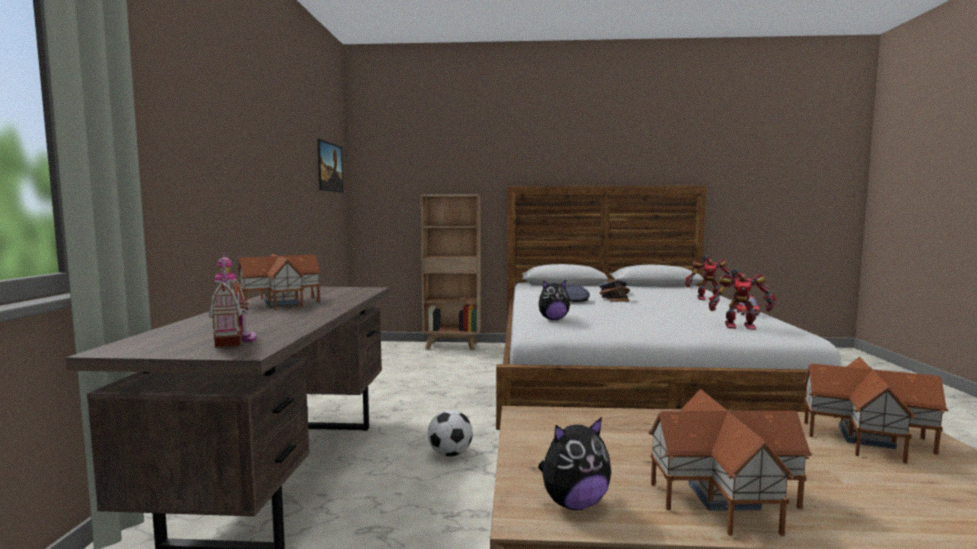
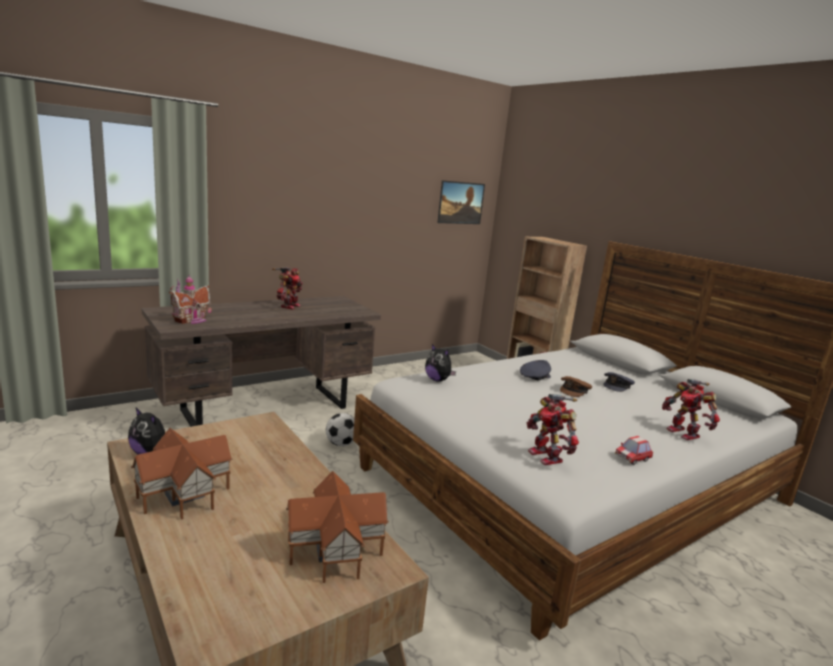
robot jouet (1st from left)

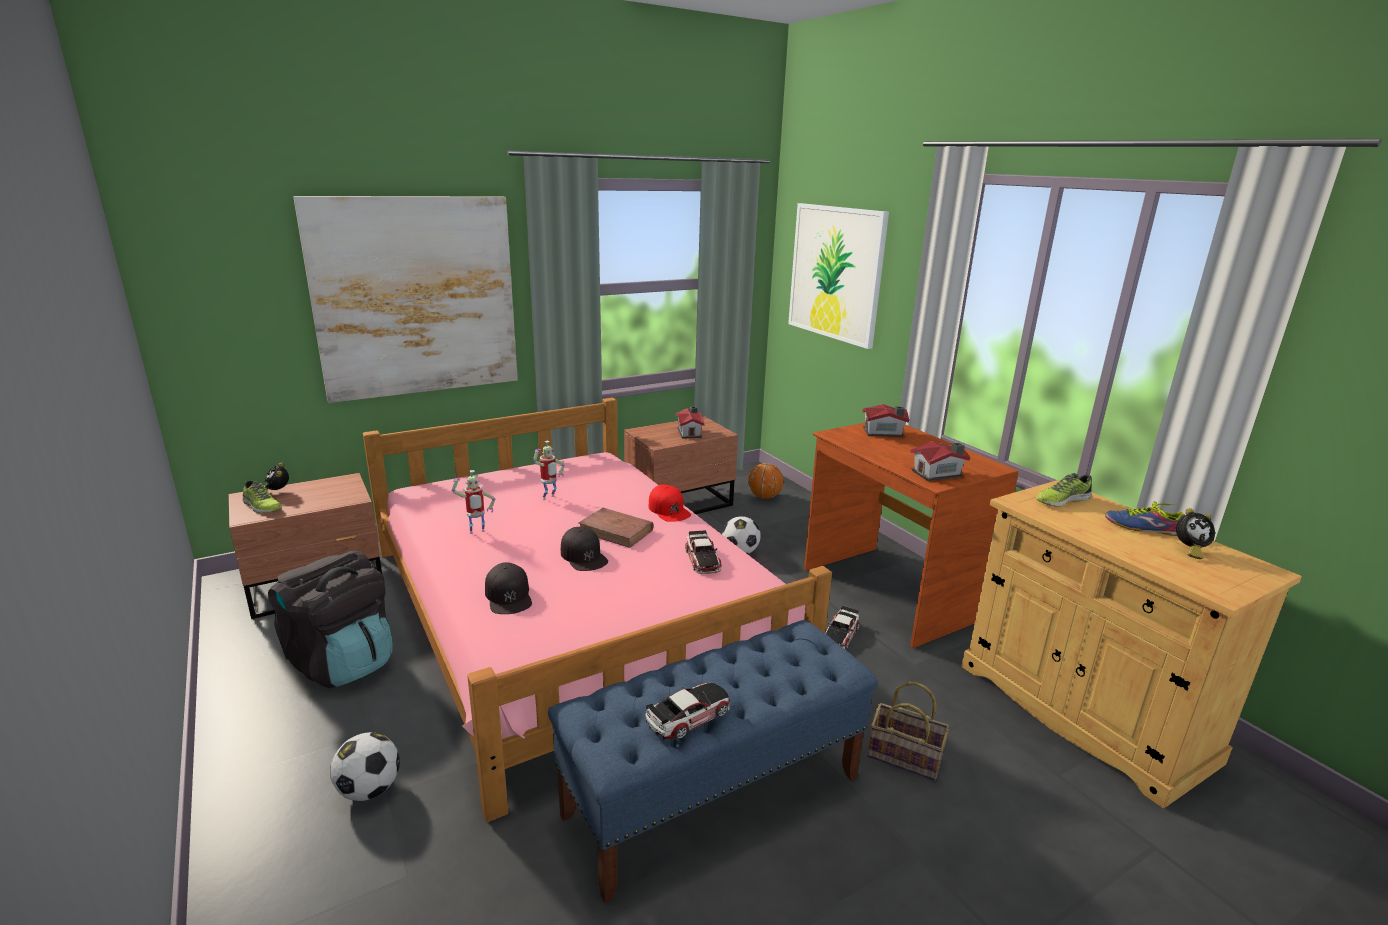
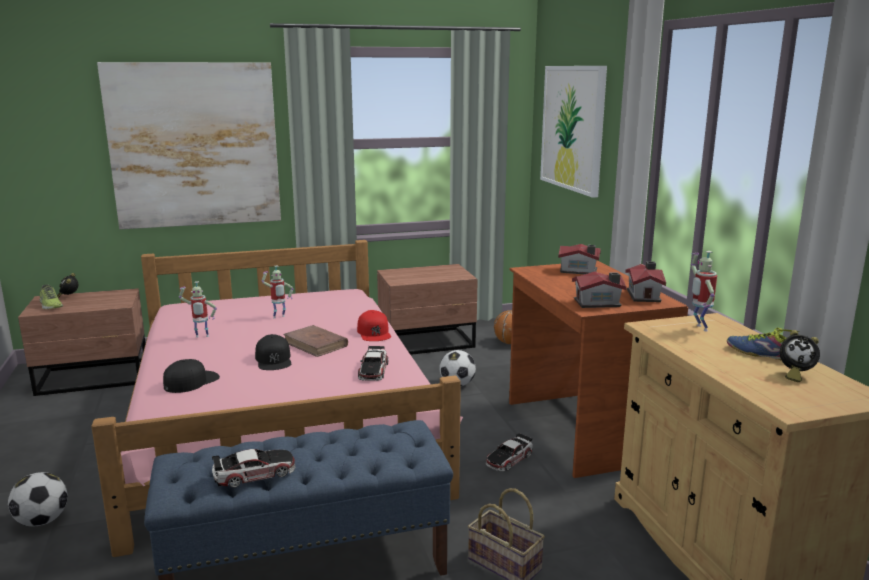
sac à dos [noir]
maison miniature (3rd from left)
robot jouet (3rd from left)
casquette [noir] (1st from left)

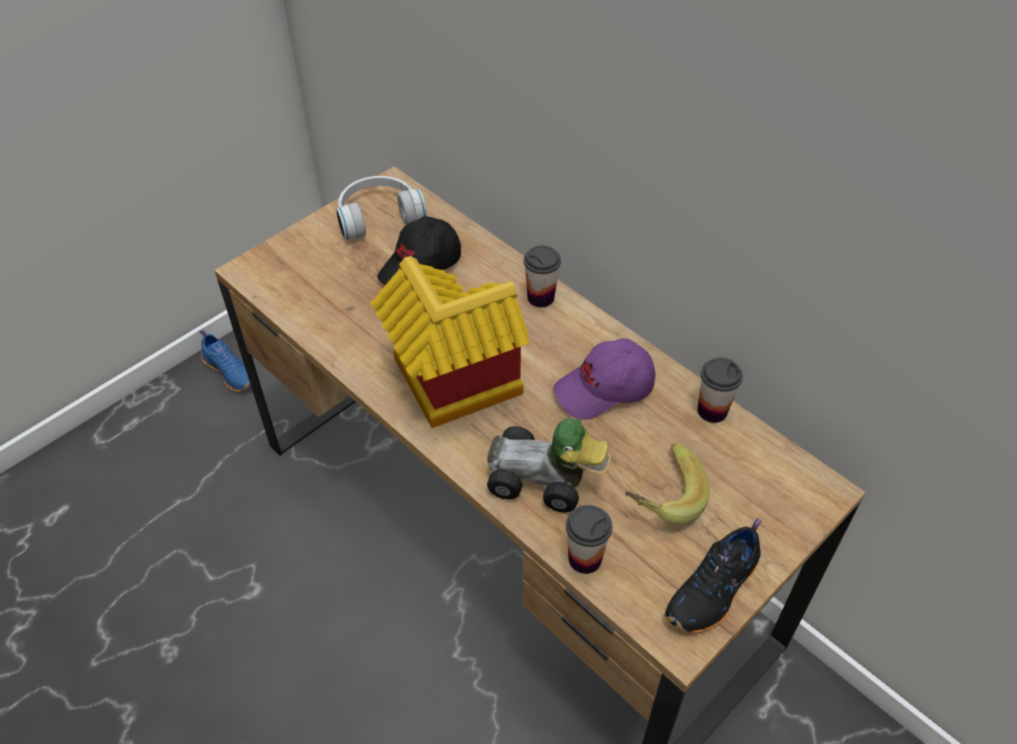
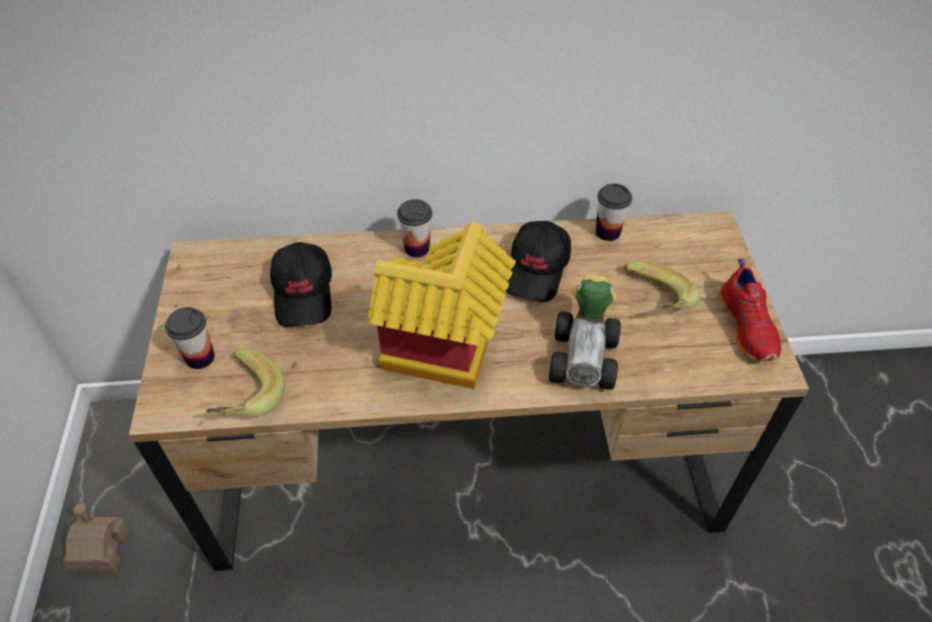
casque audio [blanc]
banane (1st from left)
tasse (1st from left)
maison miniature (1st from left)
casquette [noir] (2nd from left)
chaussure [rouge]
petite voiture

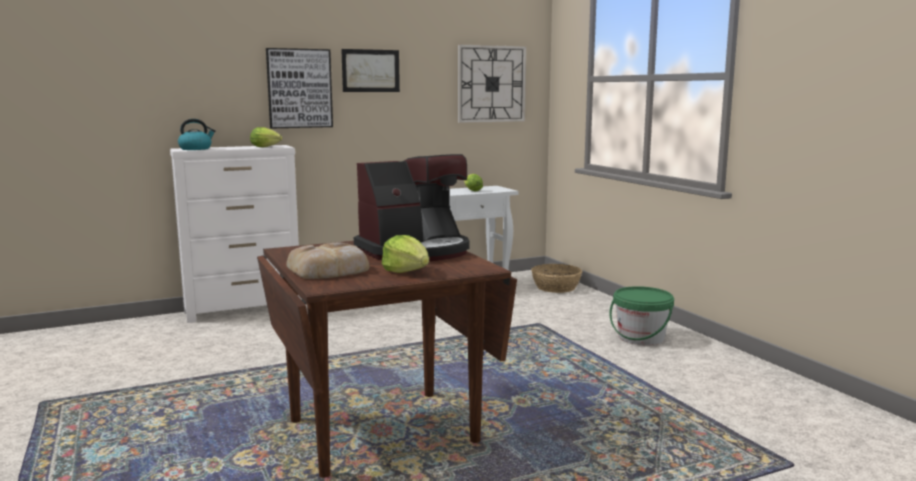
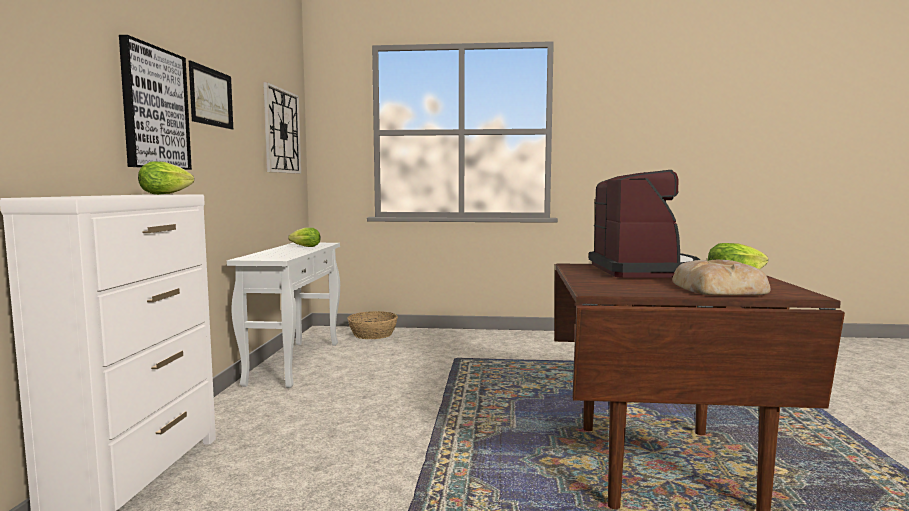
bouilloire
seau [vert]

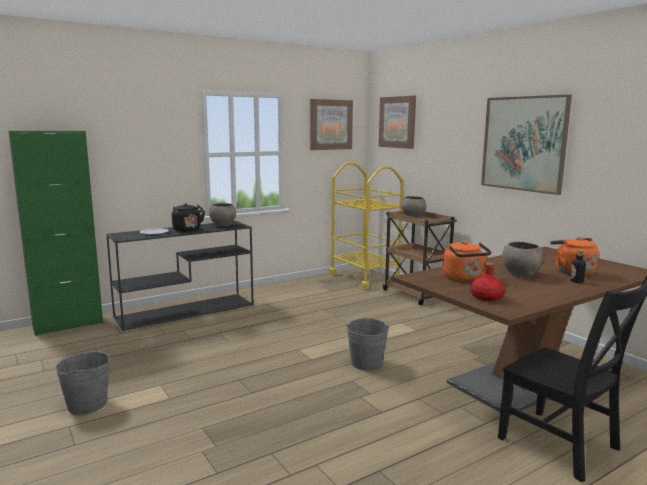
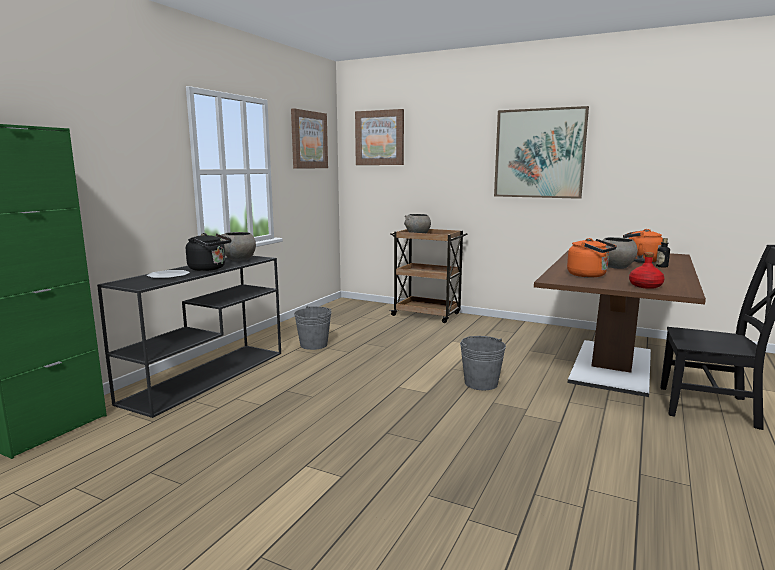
chariot [jaune]
seau [gris] (1st from left)

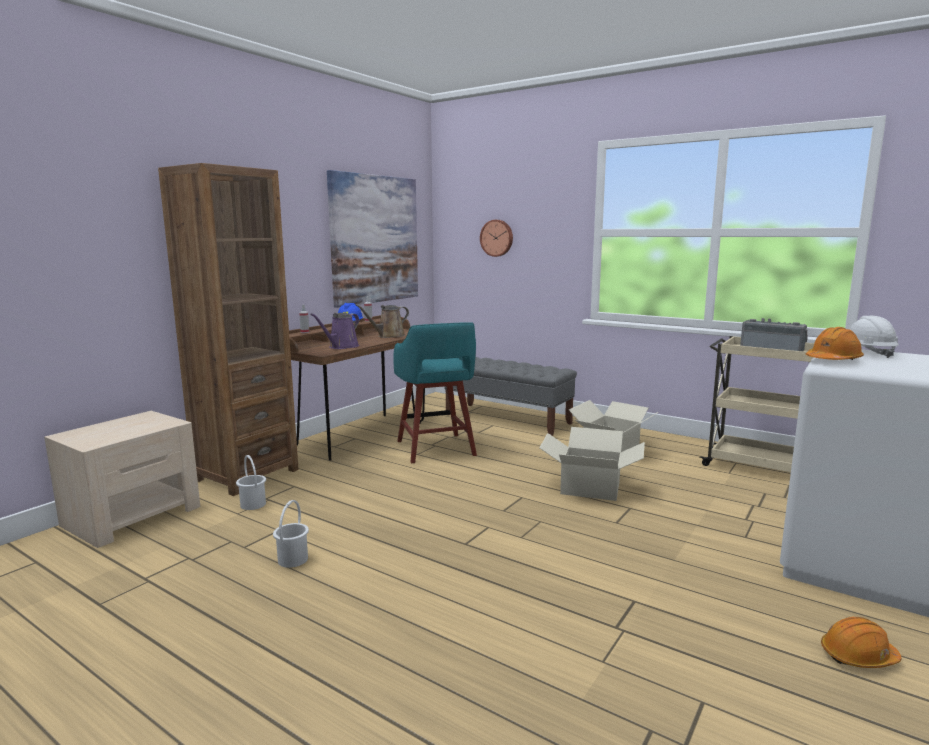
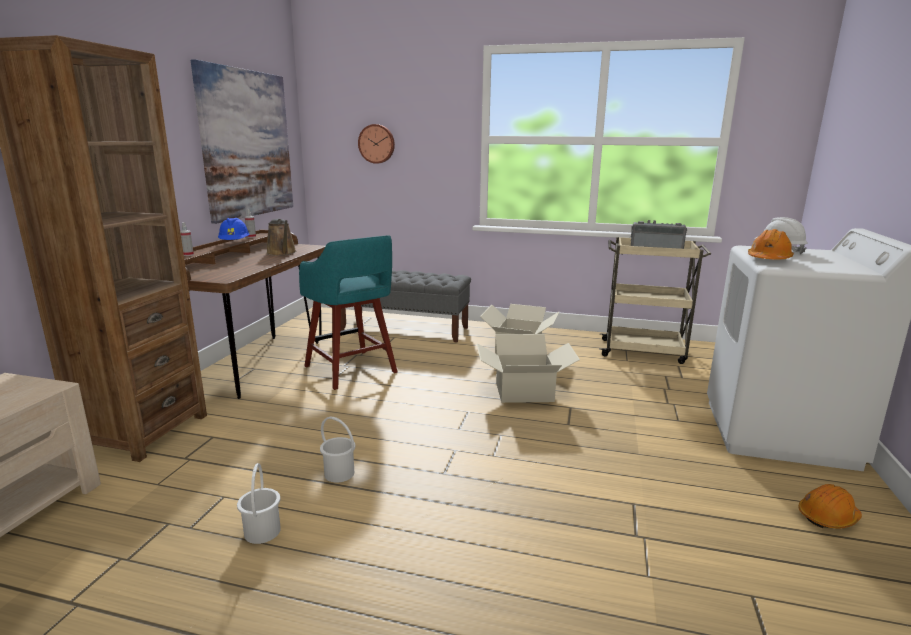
arrosoir [violet]
seau [blanc] (2nd from left)
arrosoir [marron]

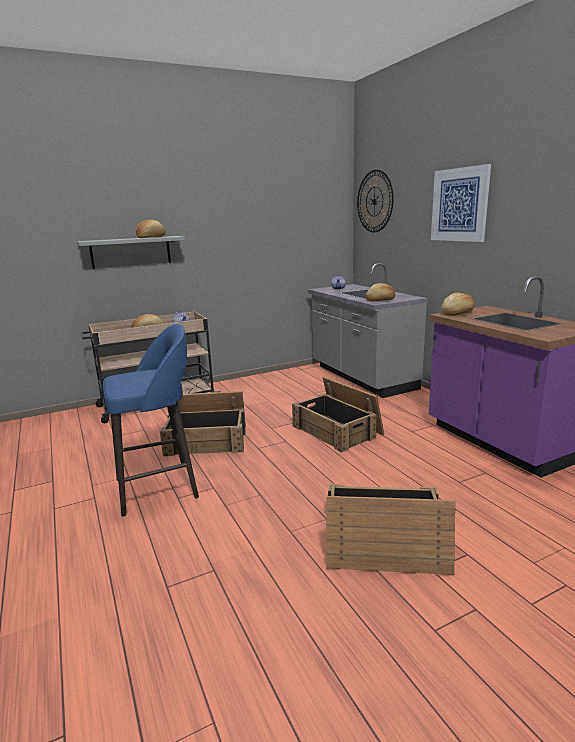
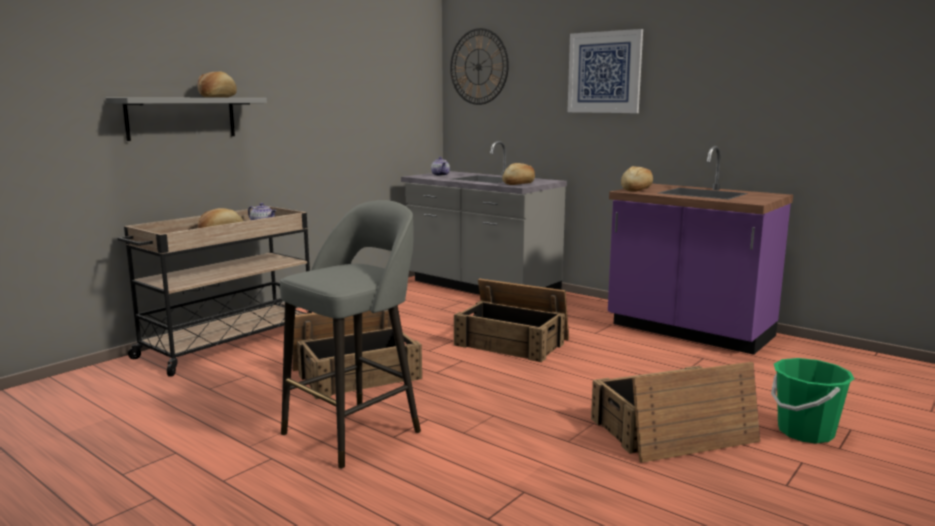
seau [vert]
tabouret [gris]

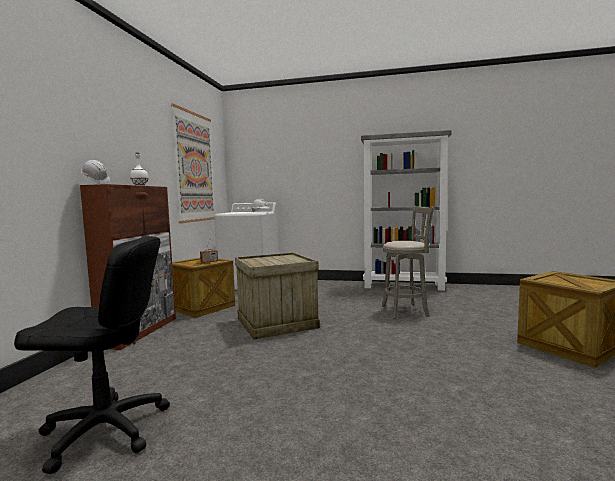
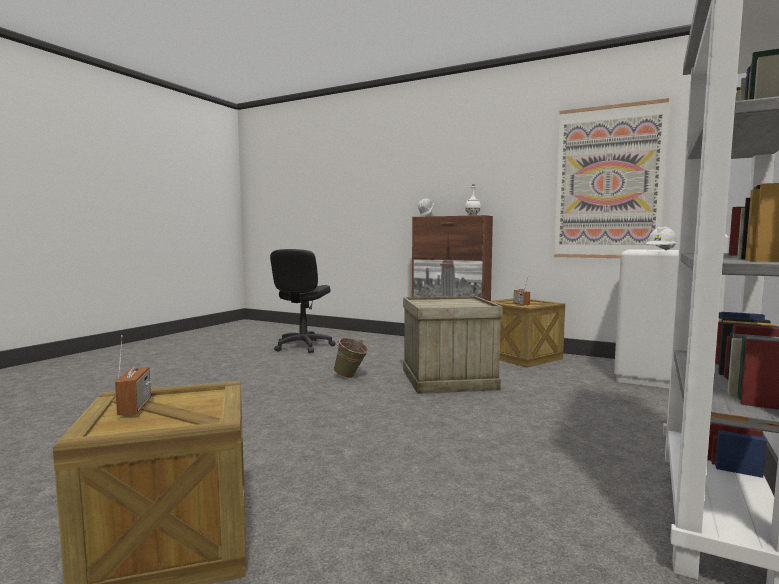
tabouret [gris]
radio (1st from left)
seau [vert]

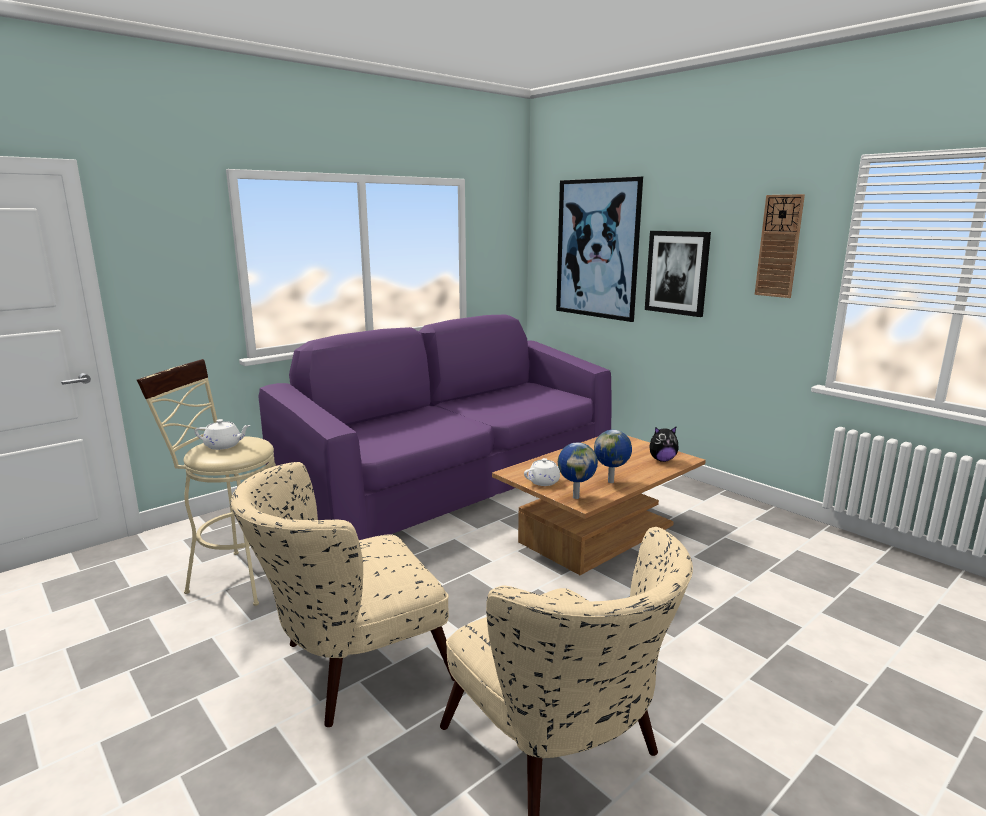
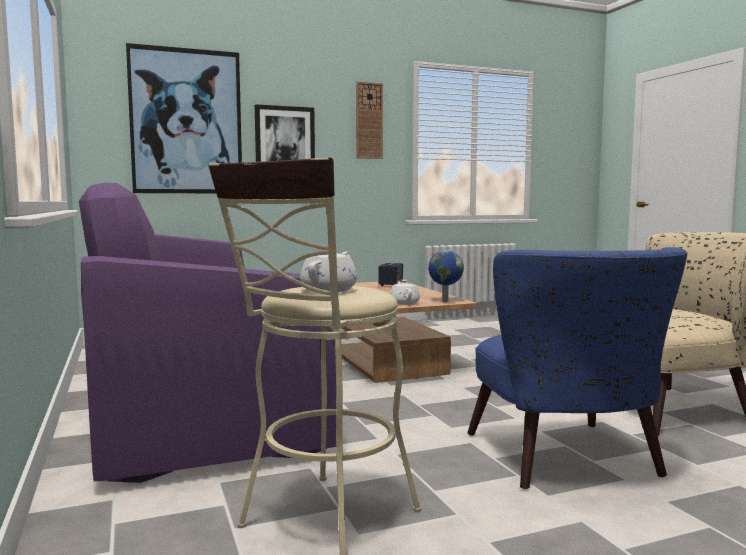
globe (2nd from left in the first image)
enceinte
fauteuil [bleu]

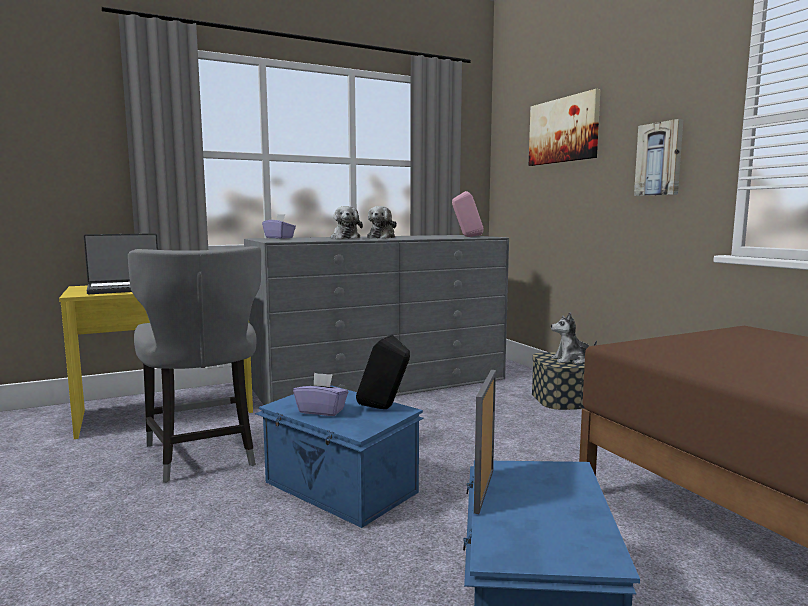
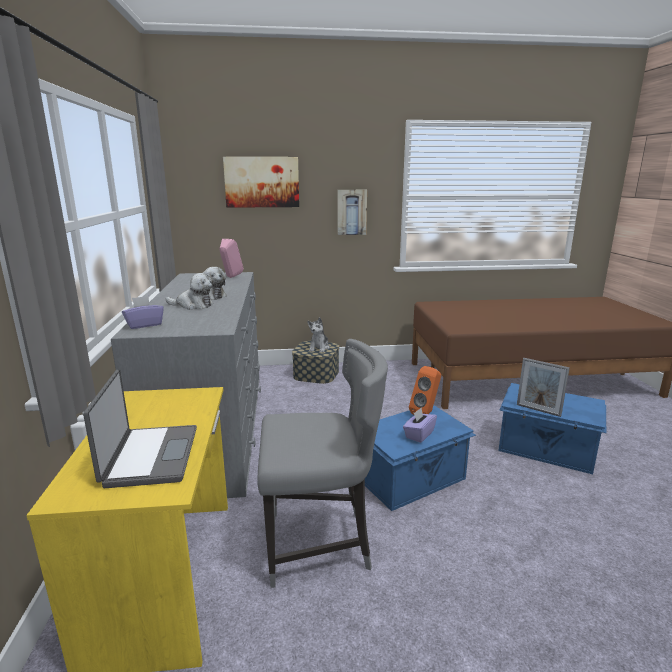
enceinte [orange]

